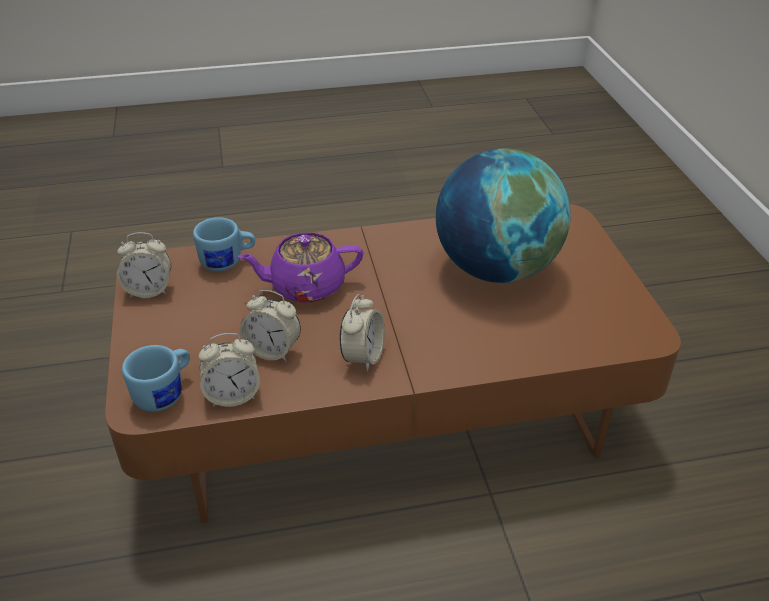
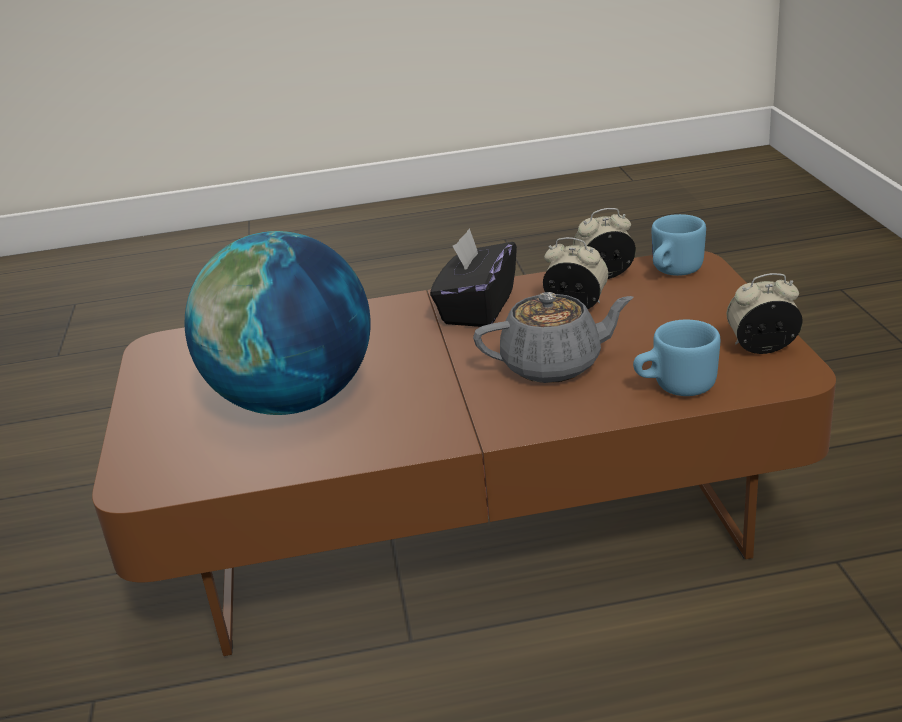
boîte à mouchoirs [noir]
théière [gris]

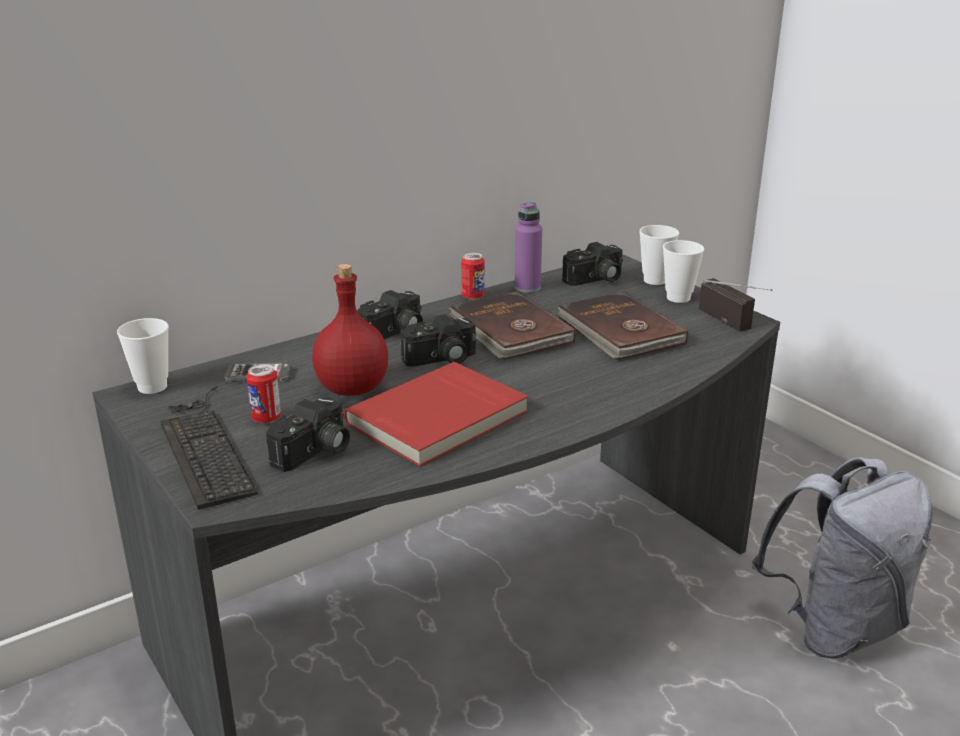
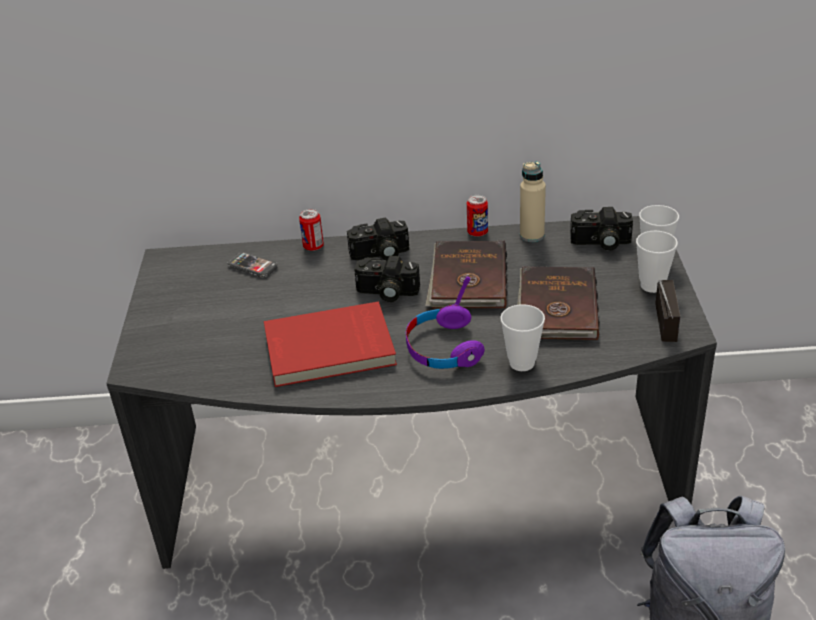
clavier
appareil photo (1st from left in the first image)
bouteille [rouge]
casque audio [violet]
tasse (1st from left)
boîte métallique (1st from left)
bouteille [beige]

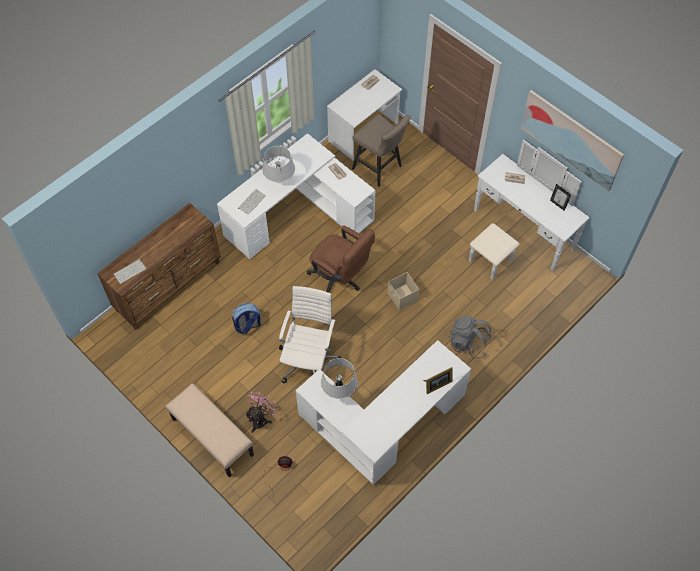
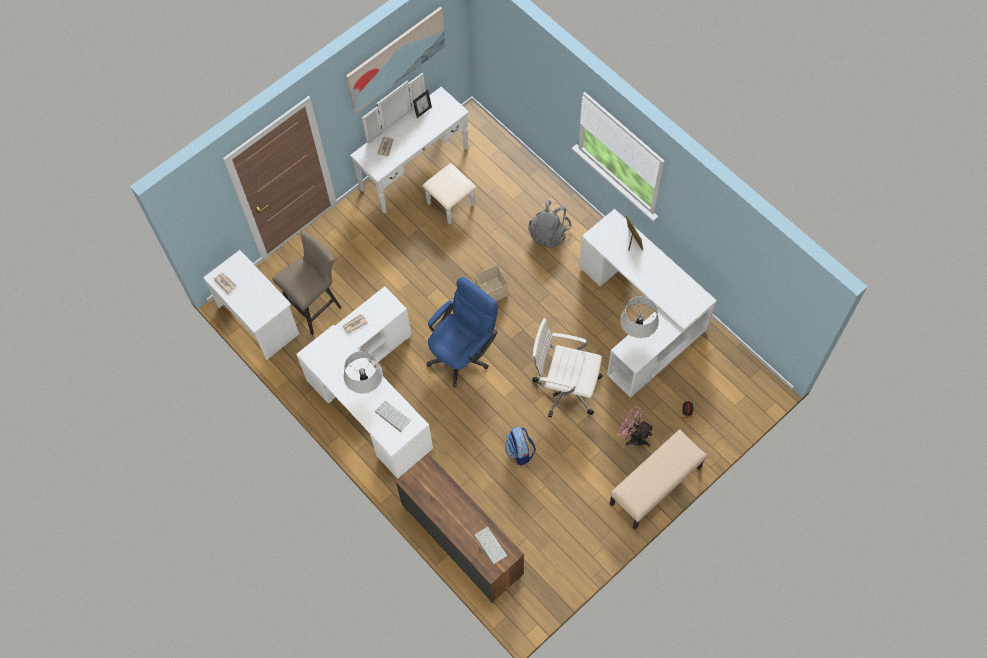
chaise de bureau [bleu]

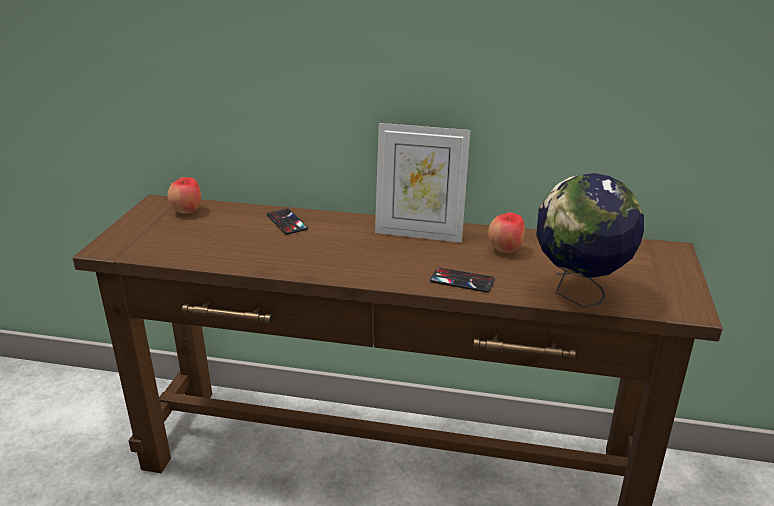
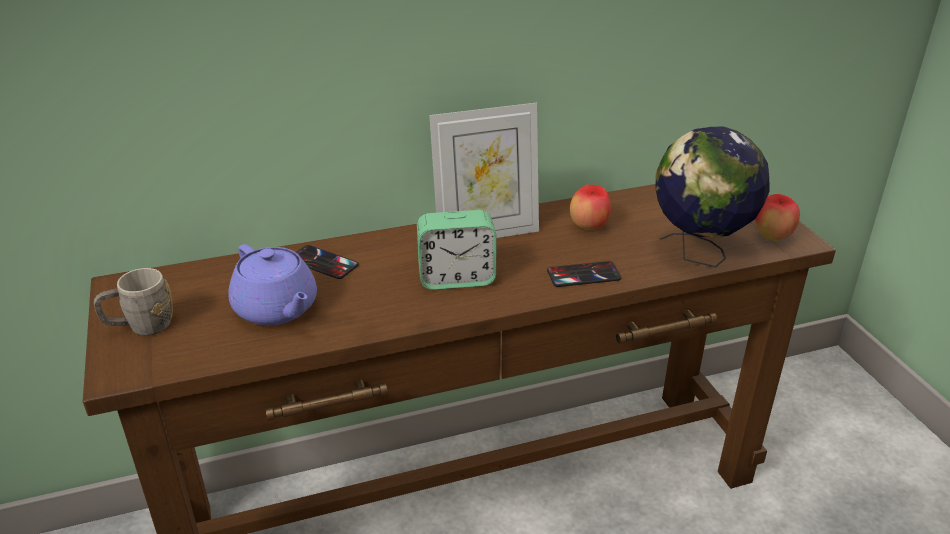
mug [gris]
théière [violet]
réveil
pomme (2nd from left)

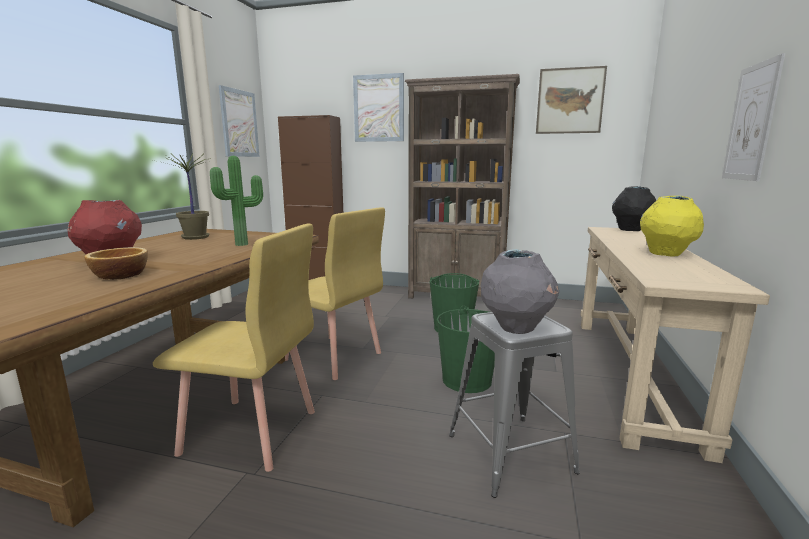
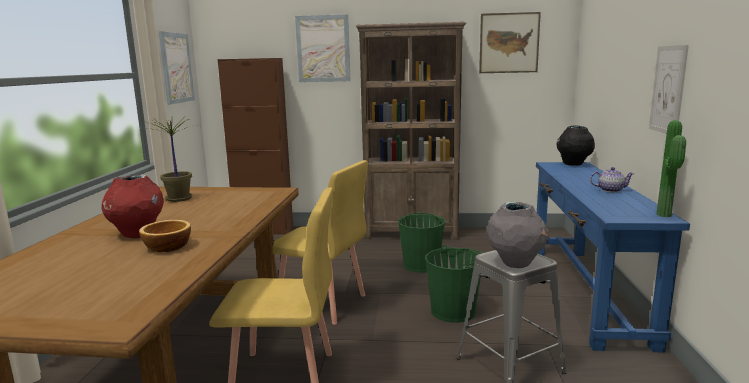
plante en pot (2nd from left)
théière
table console [bleu]

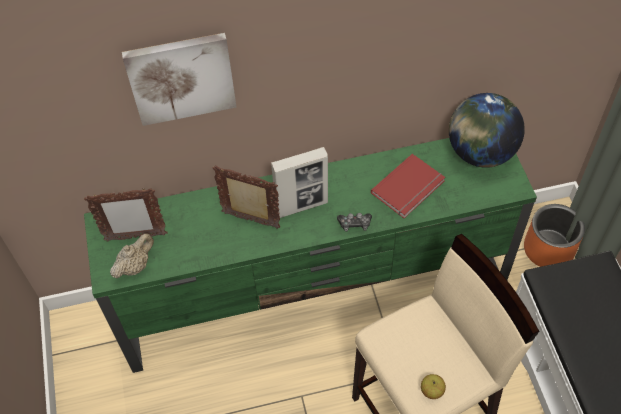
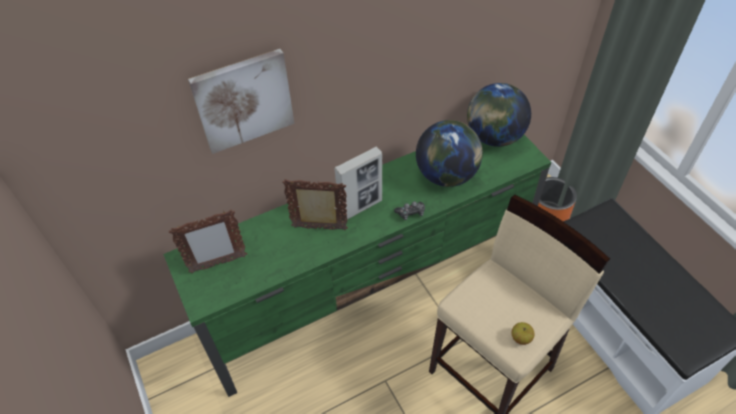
théière [beige]
globe (1st from left)

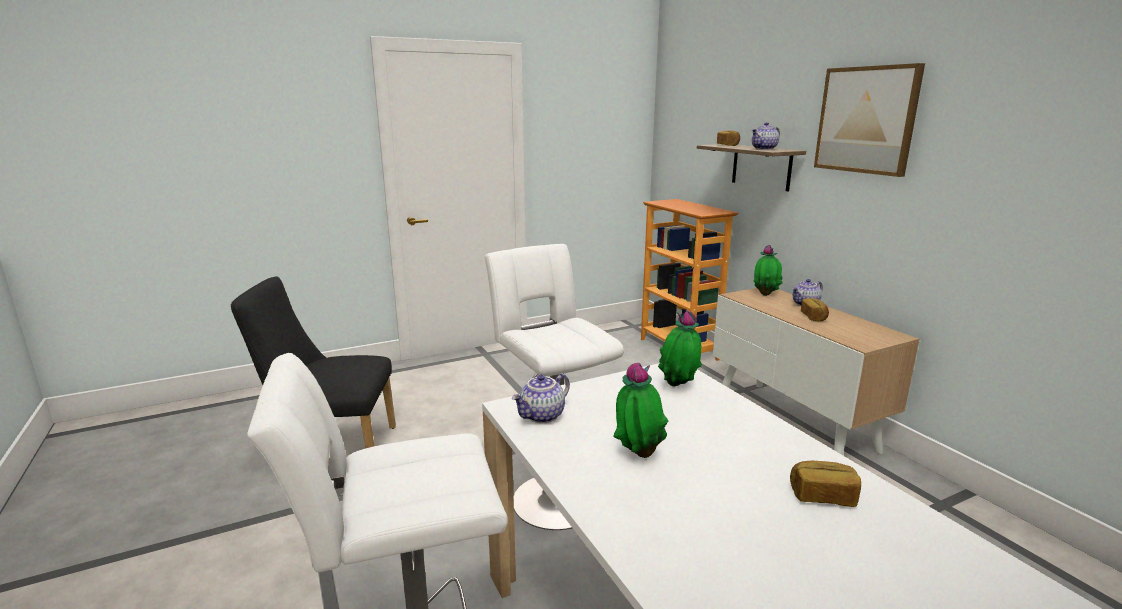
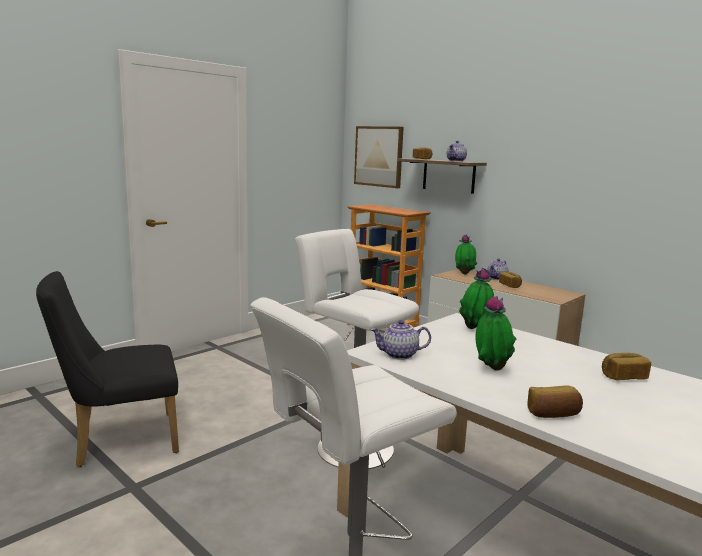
pain (3rd from left)
tableau
théière (1st from left)

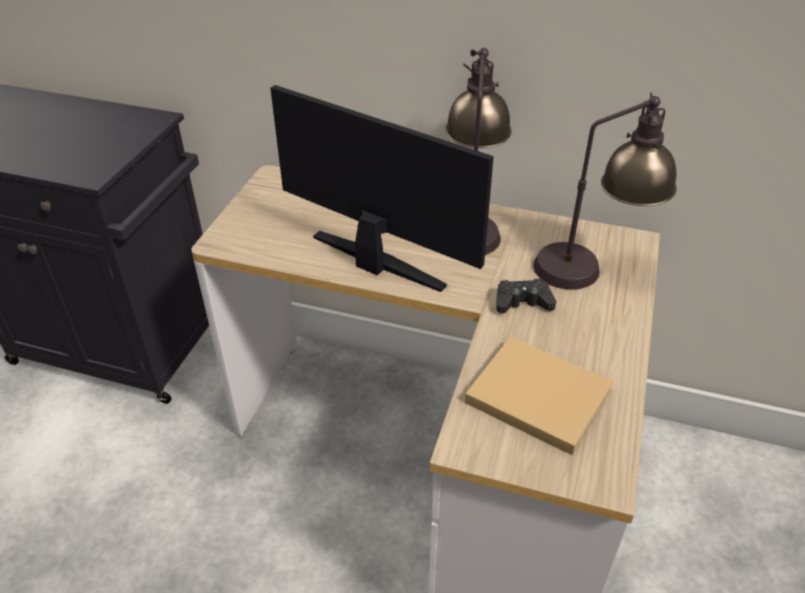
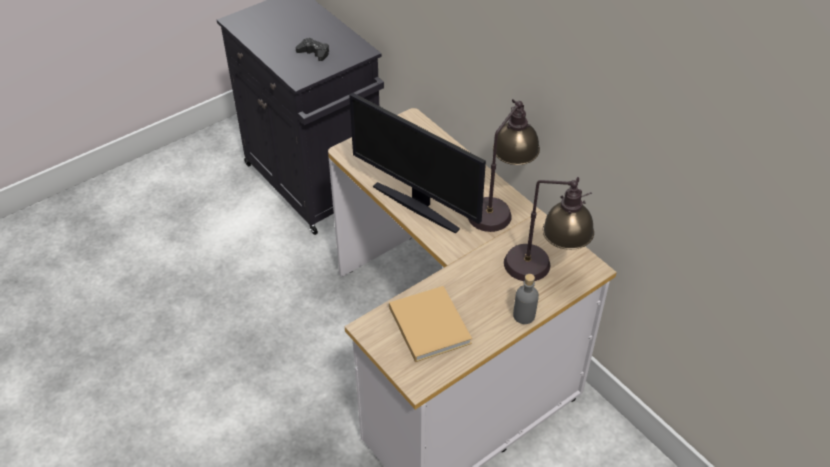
bouteille [gris]
manette [noir]
écran d'ordinateur

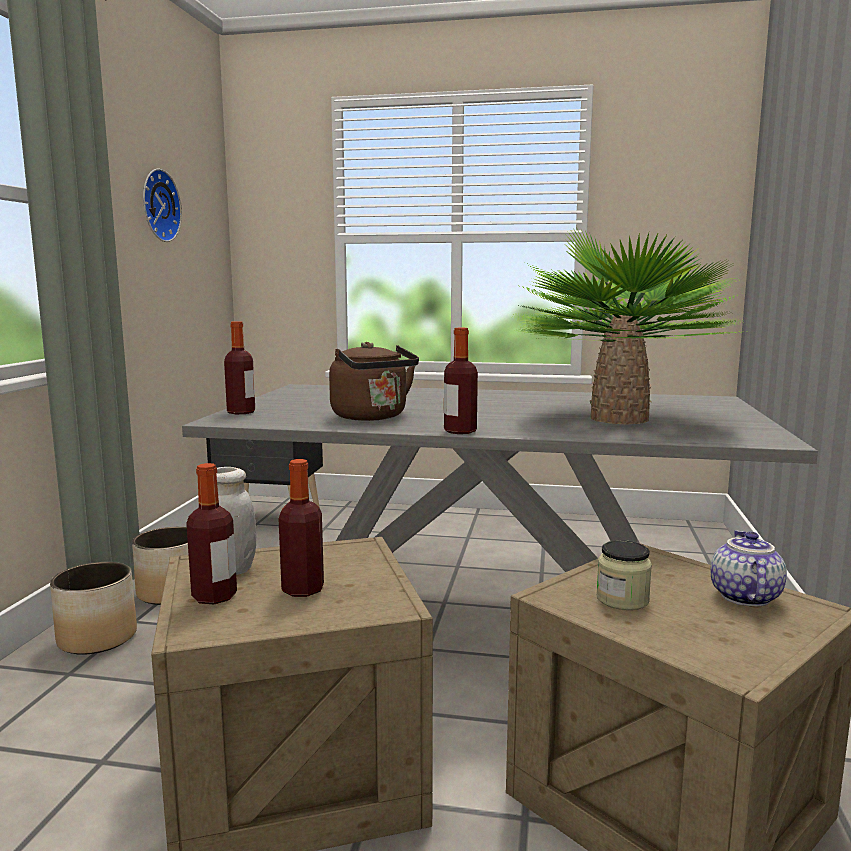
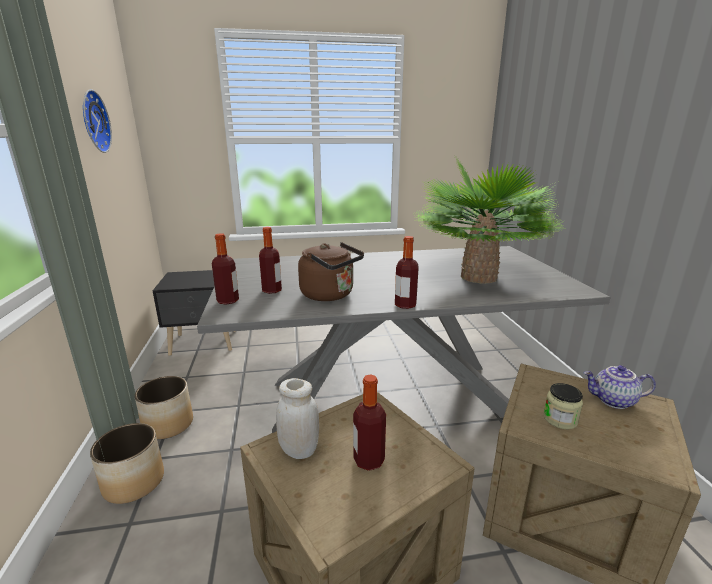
bouteille (2nd from left)
théière

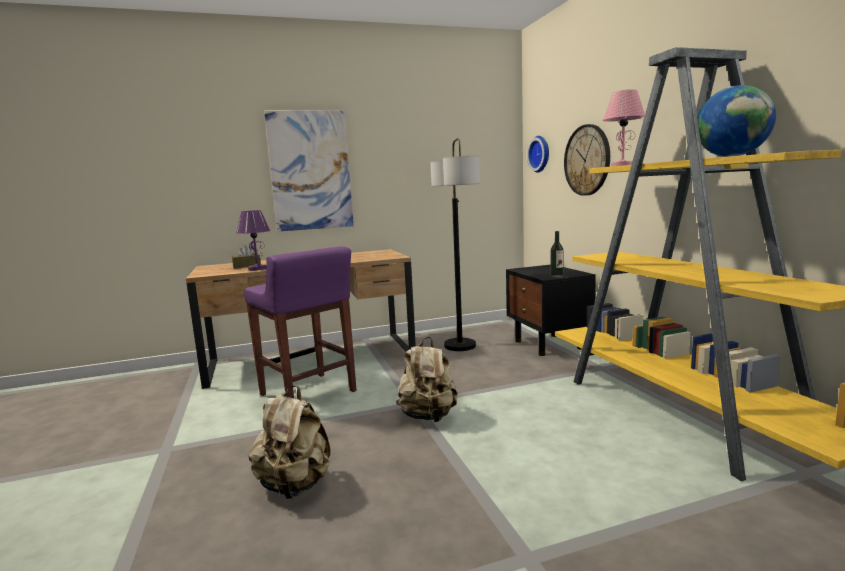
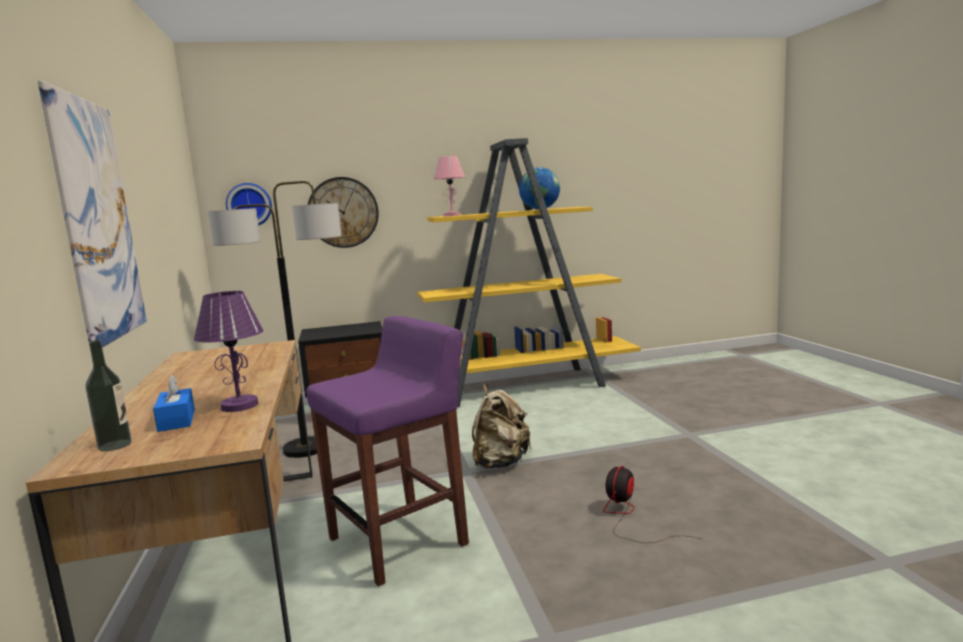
bouteille
ventilateur
boîte à mouchoirs [bleu]

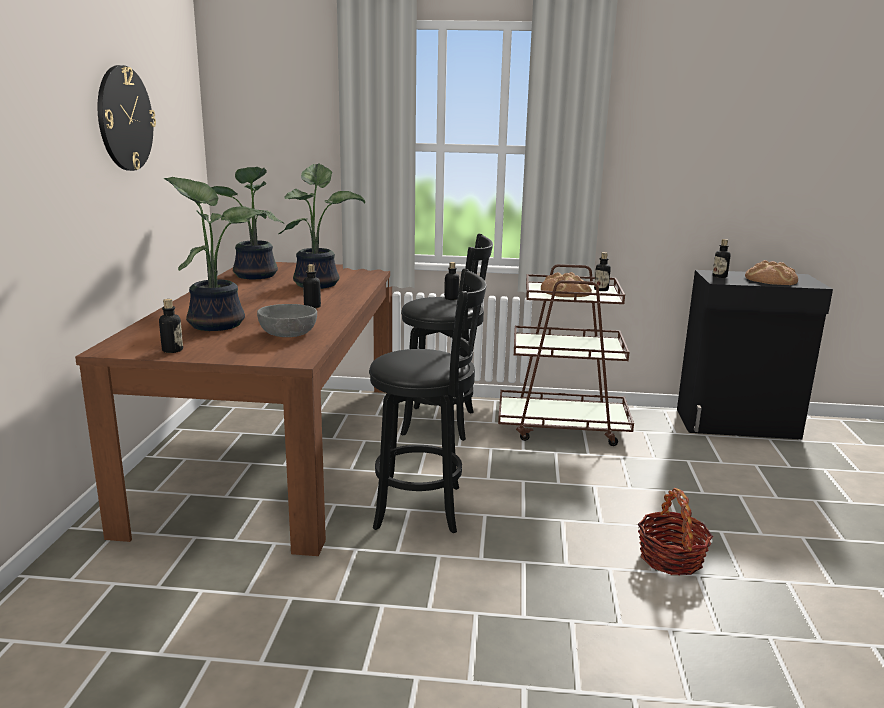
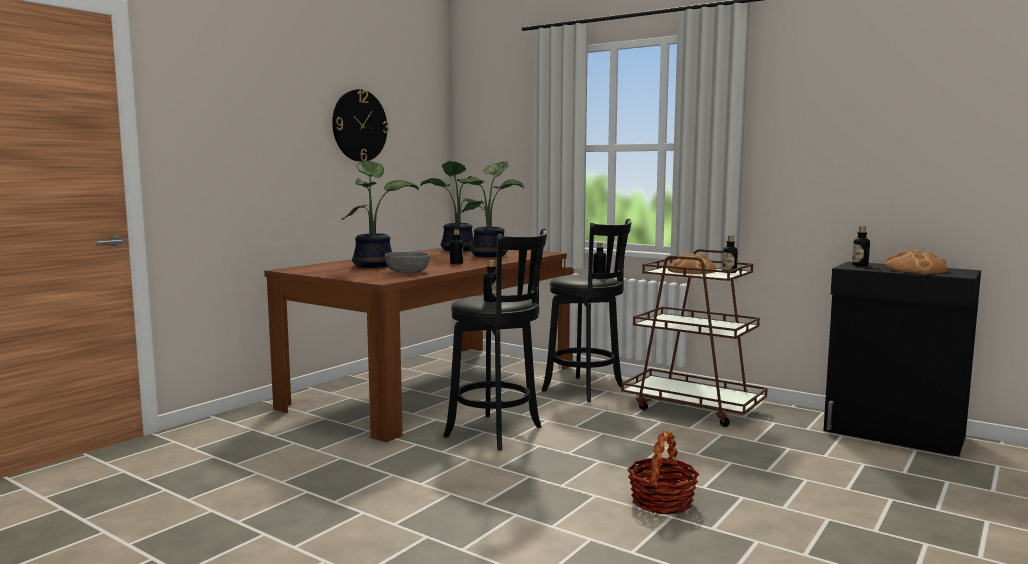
bouteille (2nd from left)

